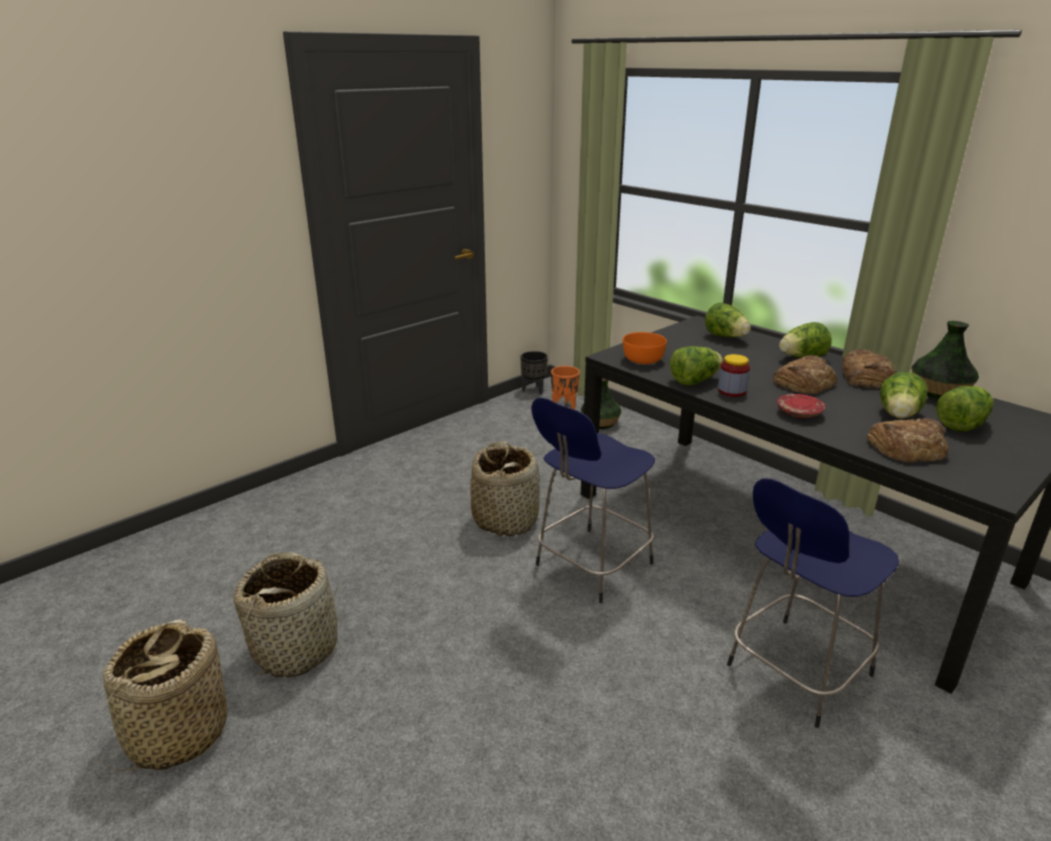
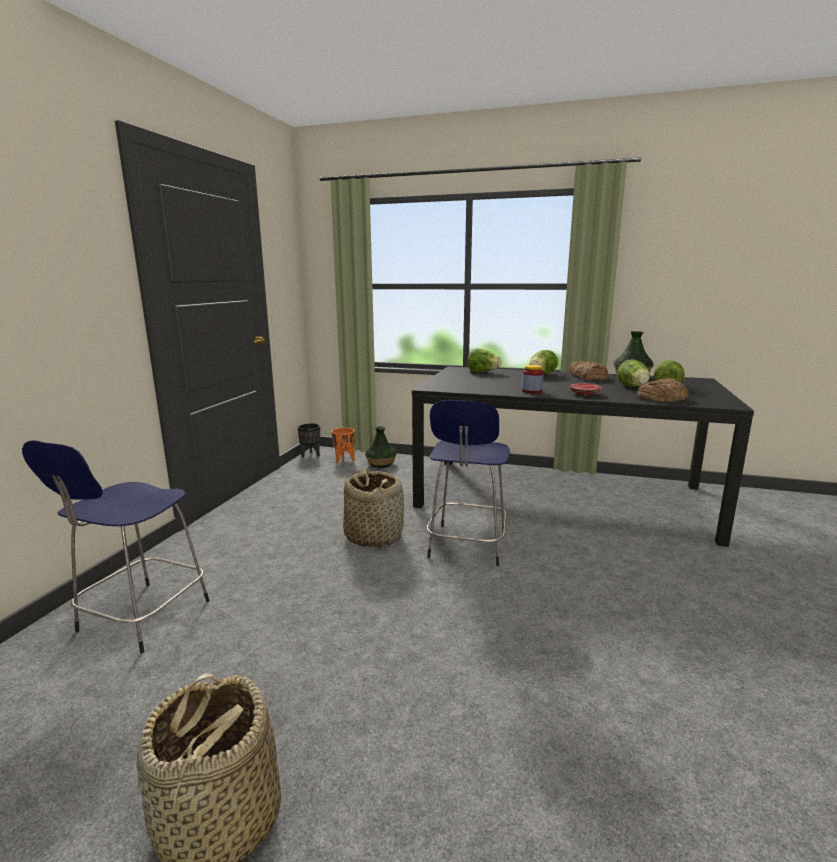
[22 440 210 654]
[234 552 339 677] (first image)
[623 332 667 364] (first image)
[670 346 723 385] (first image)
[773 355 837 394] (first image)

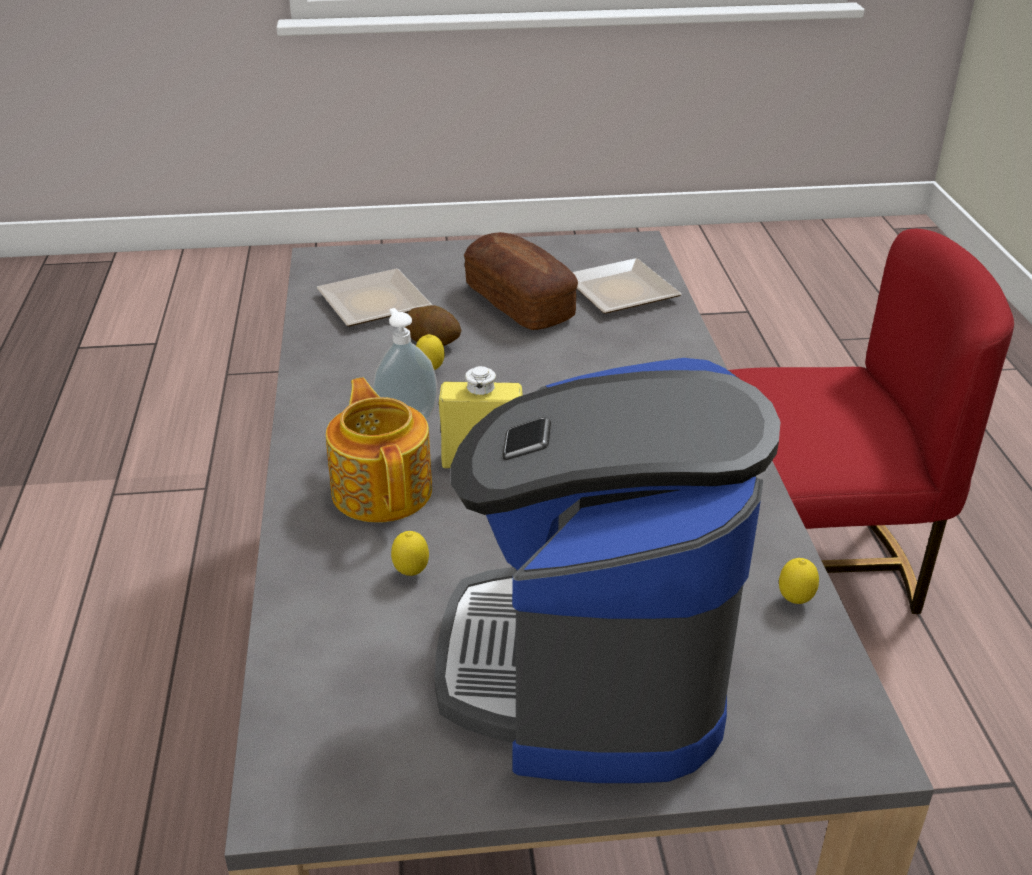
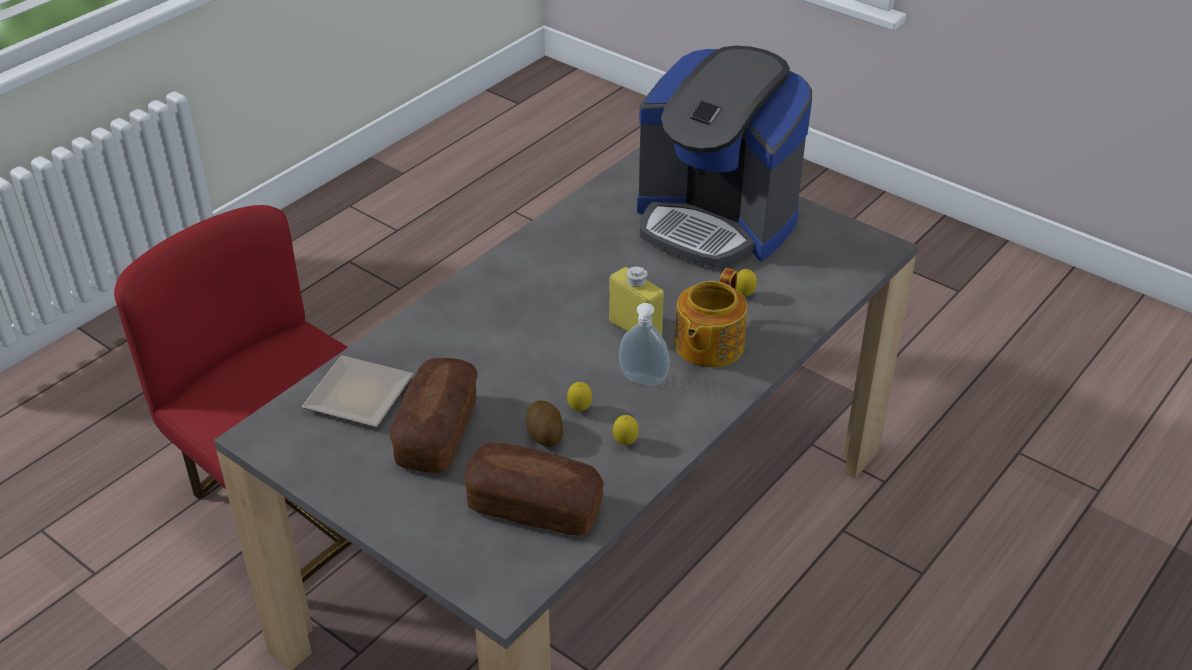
[464 443 604 536]
[613 415 639 445]
[637 46 812 268]

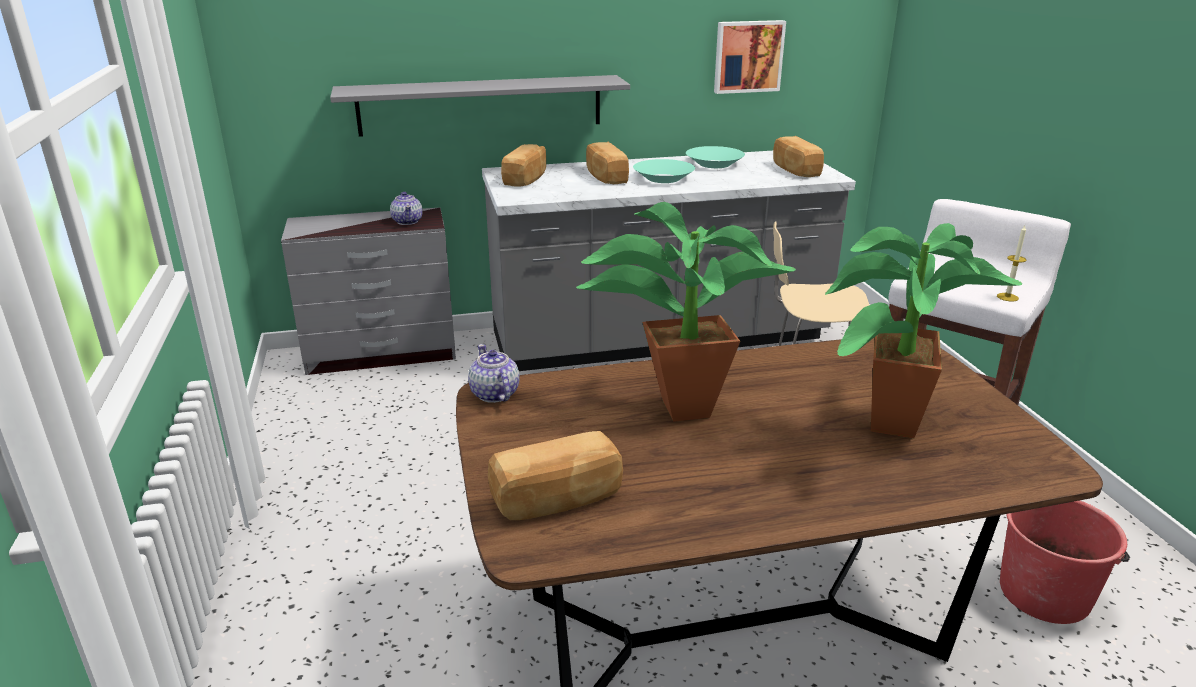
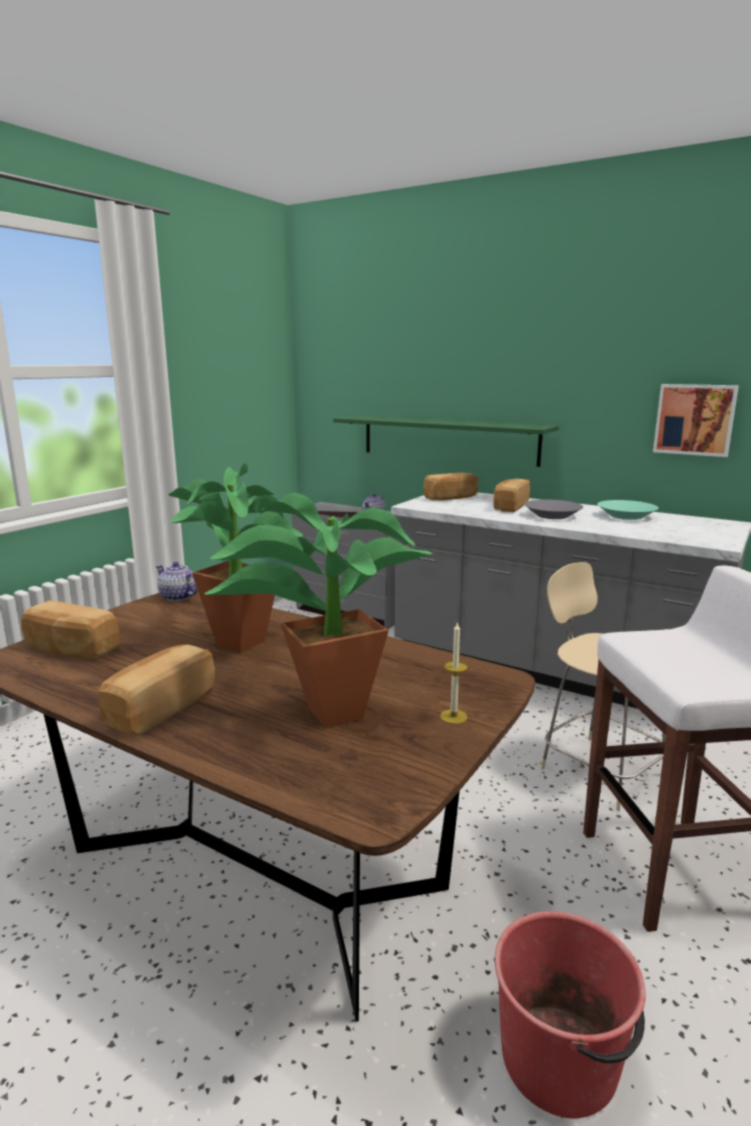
[99 645 215 737]
[156 562 198 601]
[333 415 559 467]
[440 621 468 724]
[524 500 583 519]

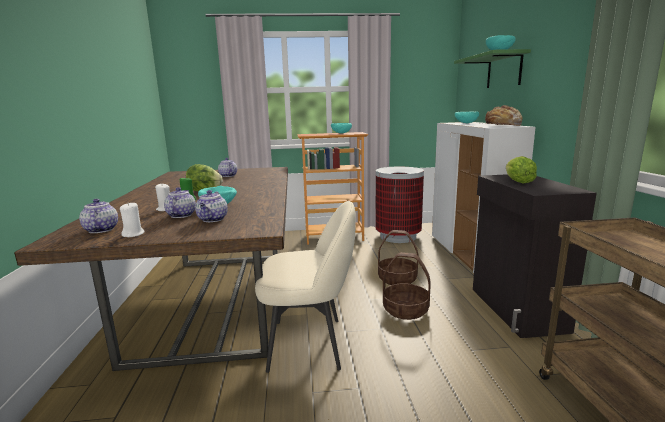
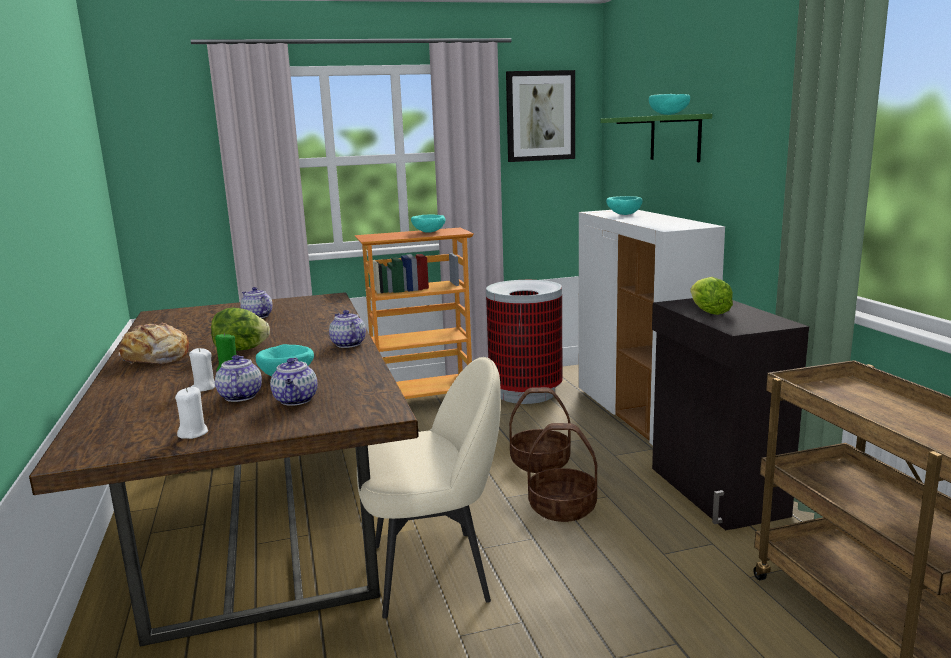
[118 323 189 365]
[329 310 366 348]
[506 70 575 162]

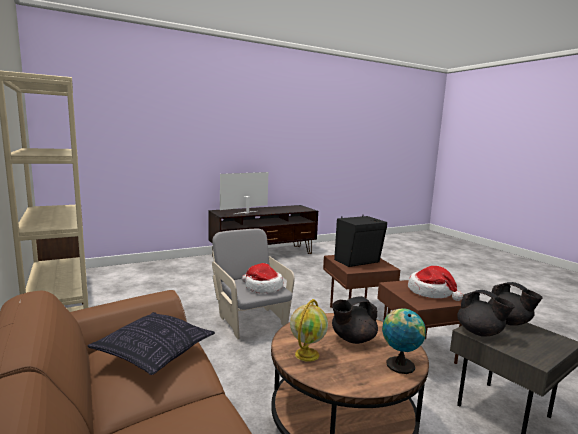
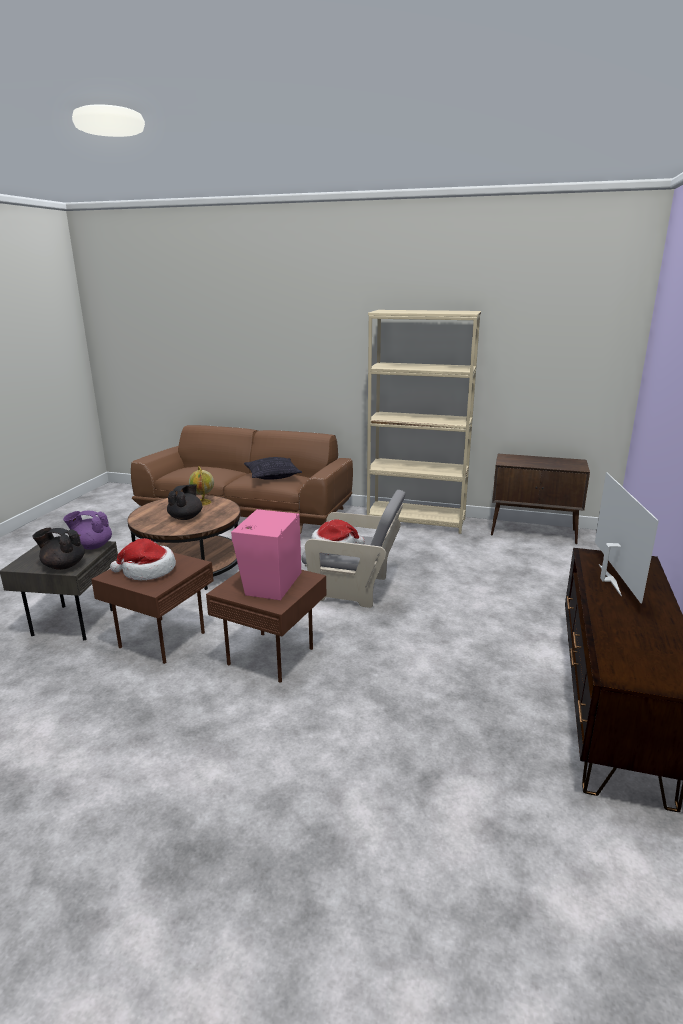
[63 511 112 550]
[231 509 301 600]
[382 308 426 374] (first image)

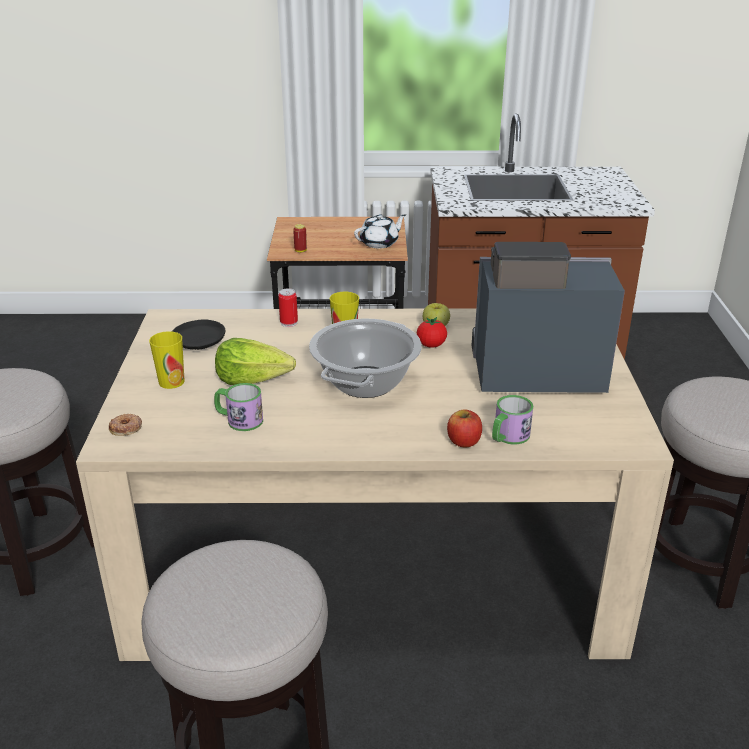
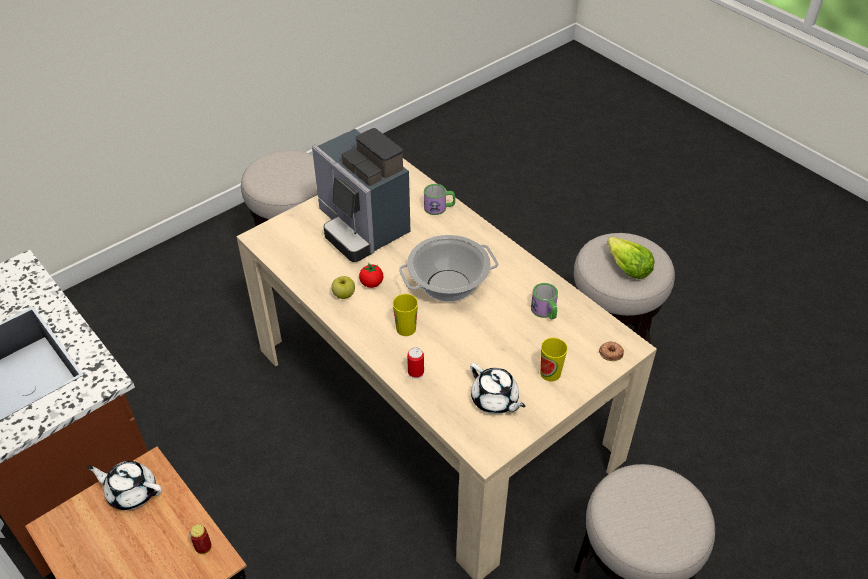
[470 363 526 414]
[607 237 655 279]
[447 410 482 447] (first image)

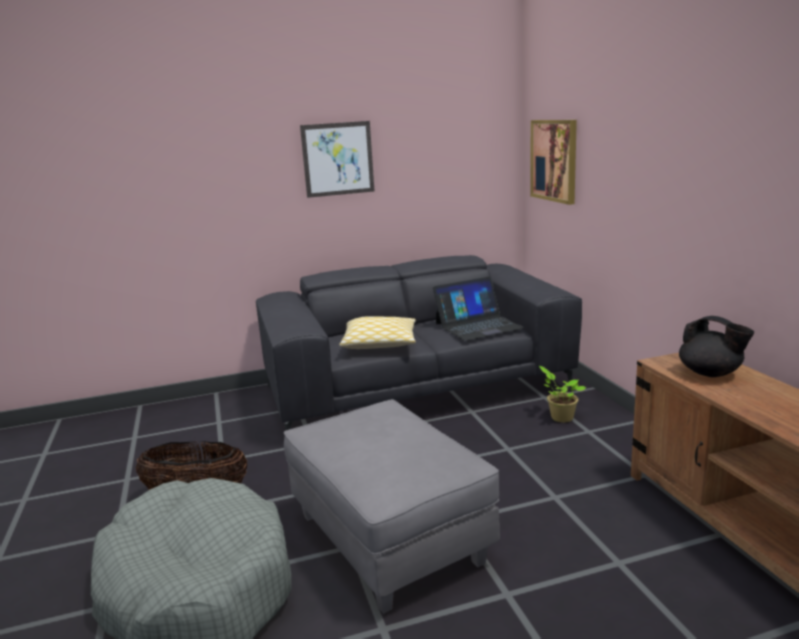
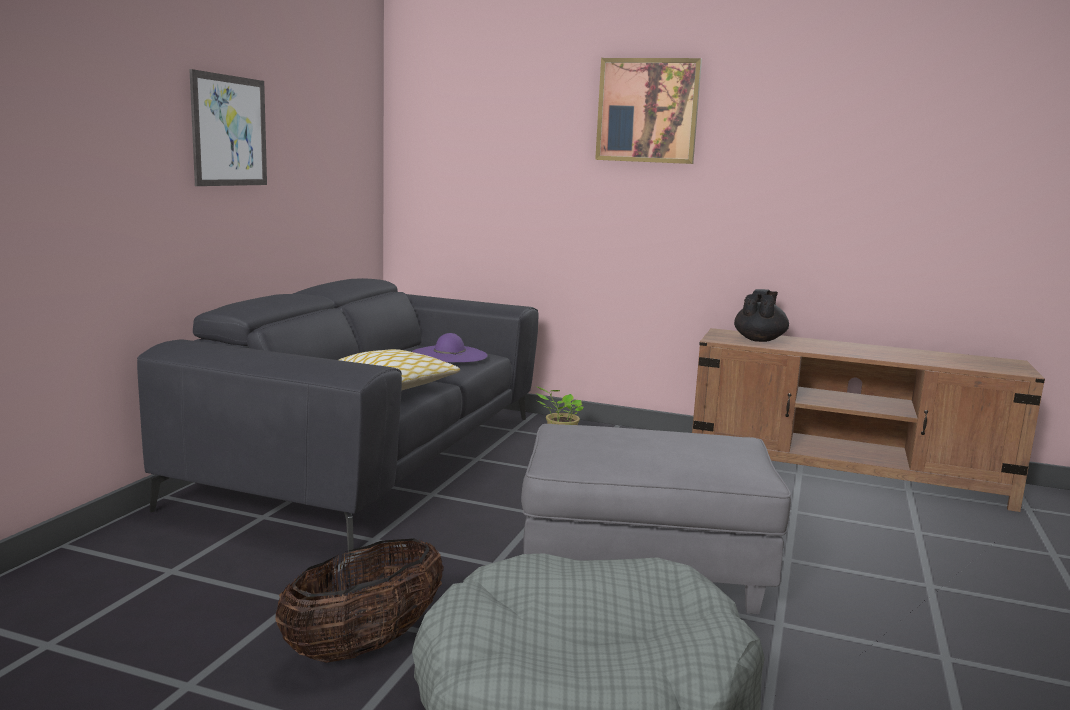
[412 333 488 362]
[595 58 702 164]
[734 289 789 342]

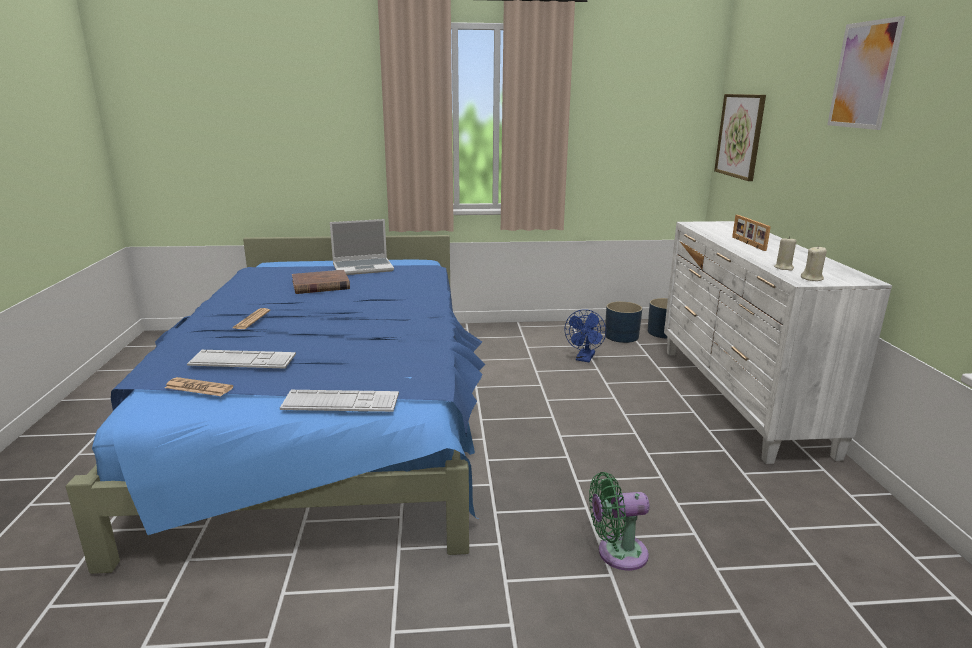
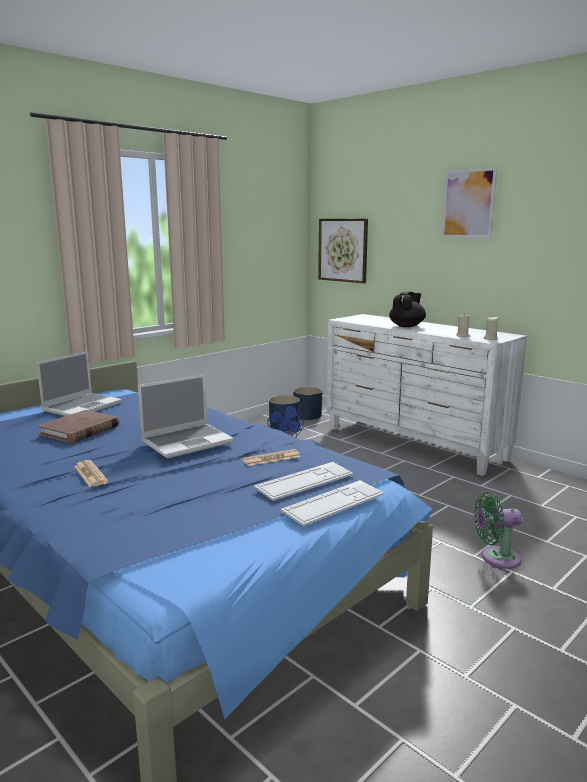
[138 374 234 459]
[242 449 300 466]
[254 462 353 501]
[389 291 426 327]
[474 492 522 569]

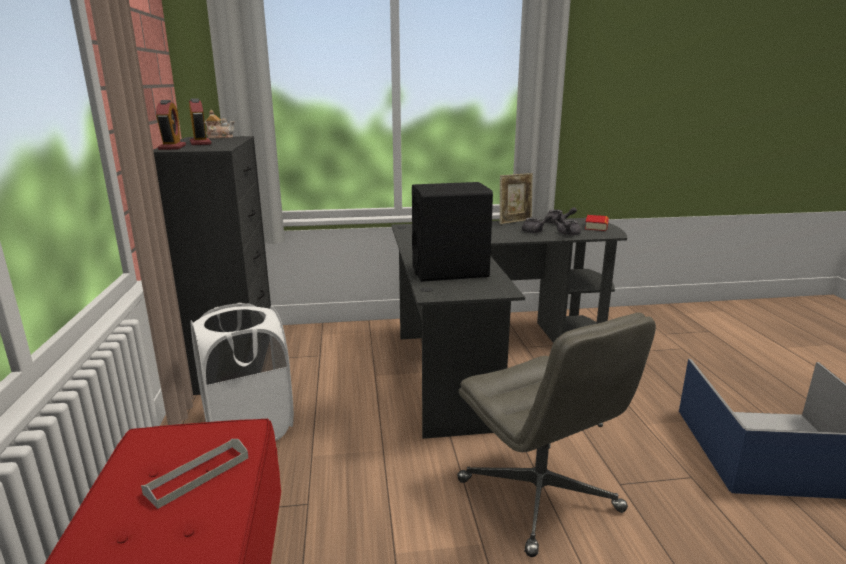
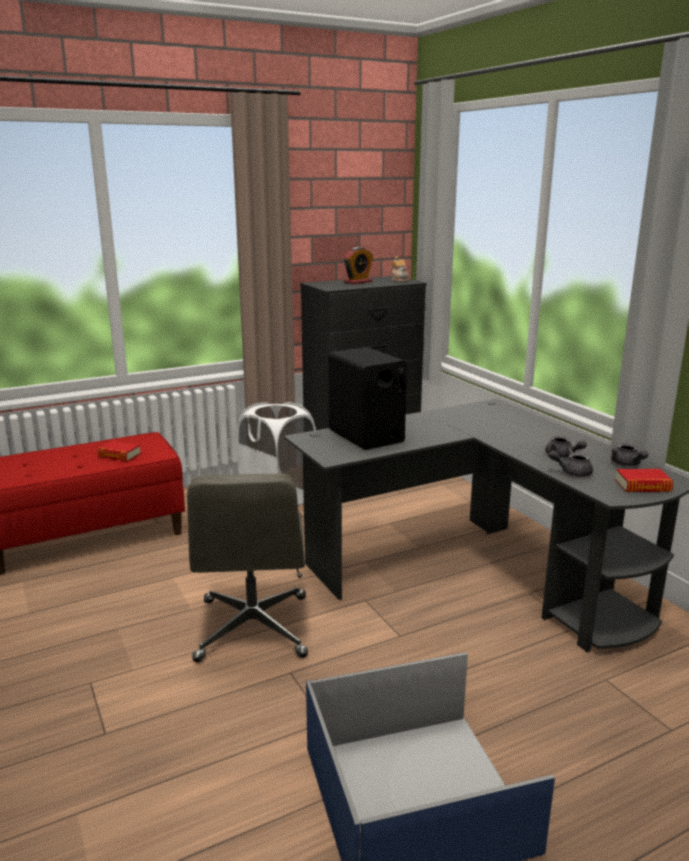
[97 441 141 461]
[187 474 308 662]
[156 100 186 150] (first image)
[500 173 533 224] (first image)

